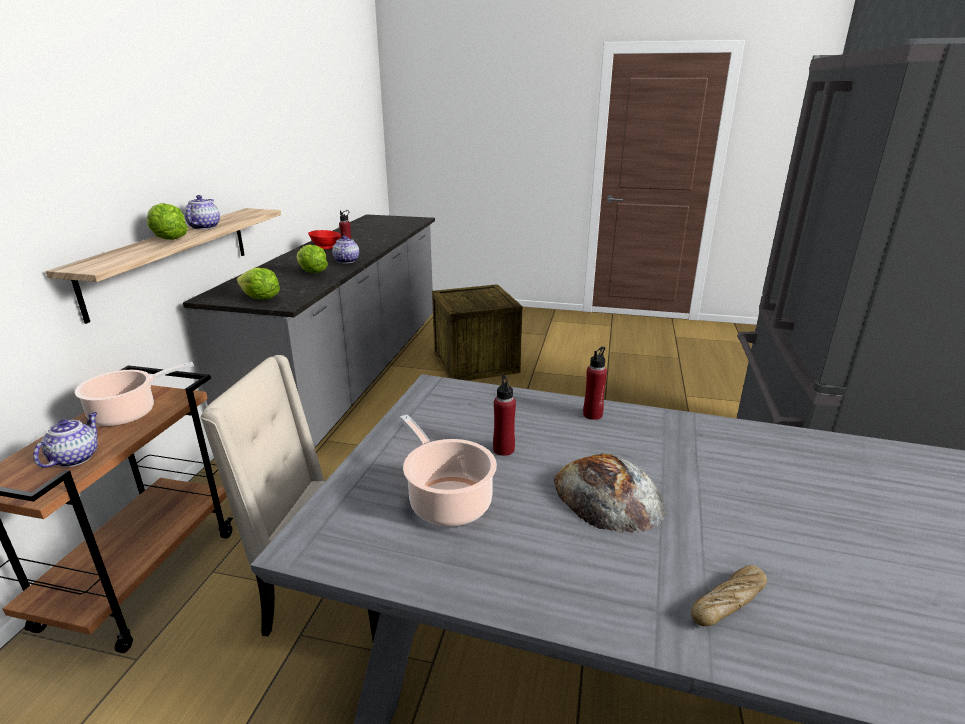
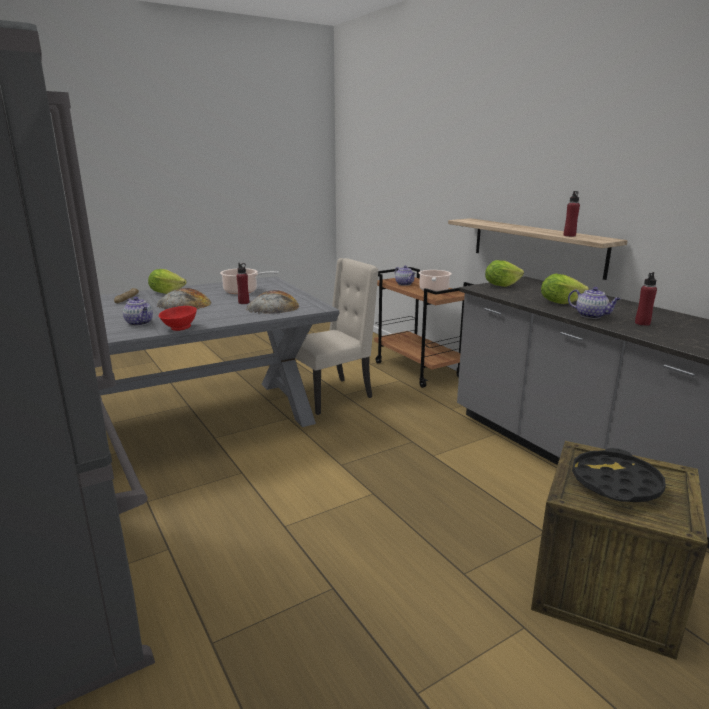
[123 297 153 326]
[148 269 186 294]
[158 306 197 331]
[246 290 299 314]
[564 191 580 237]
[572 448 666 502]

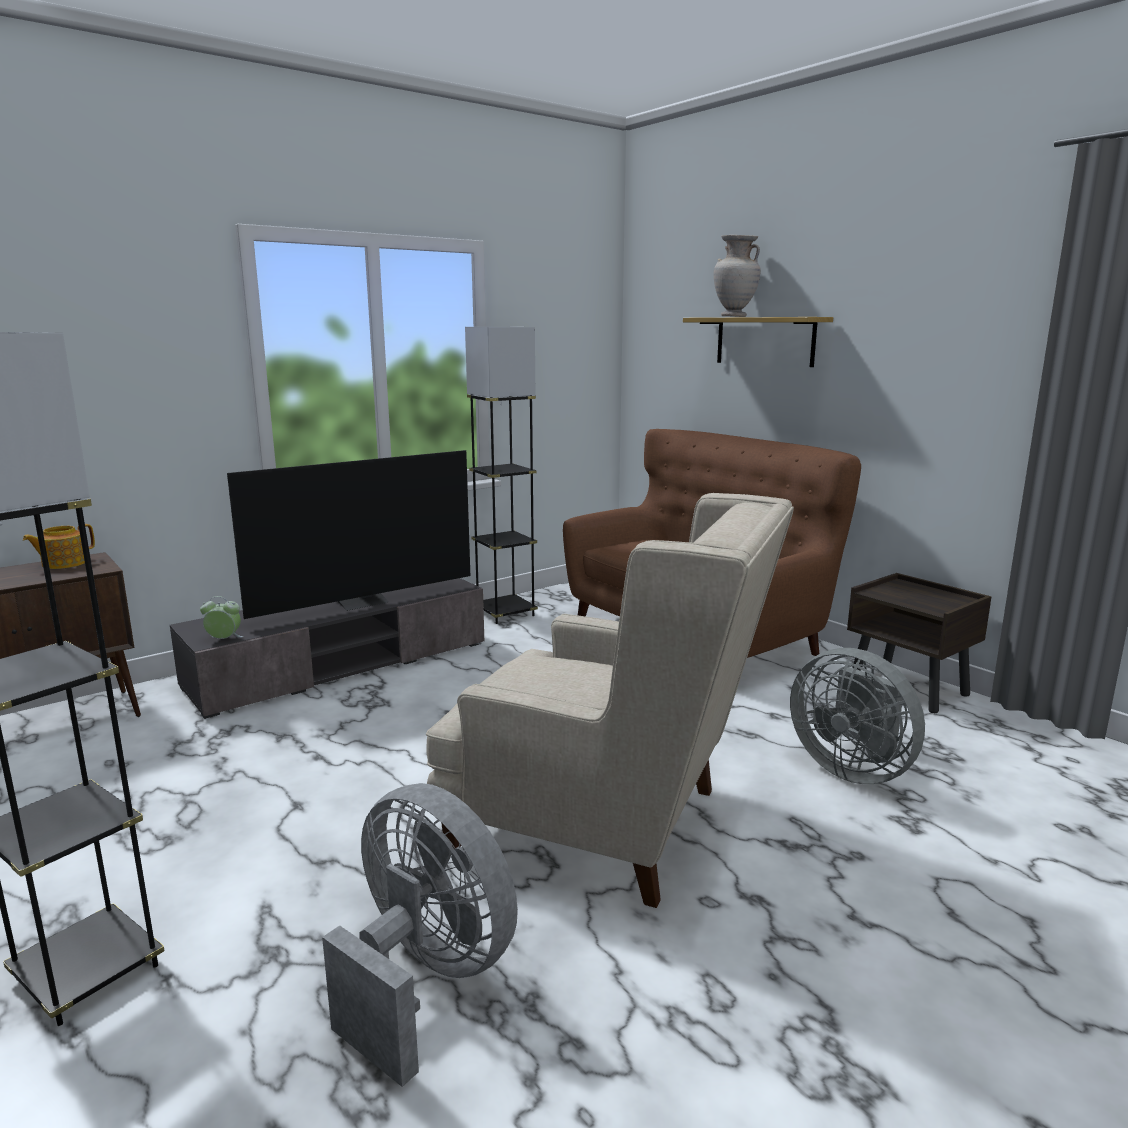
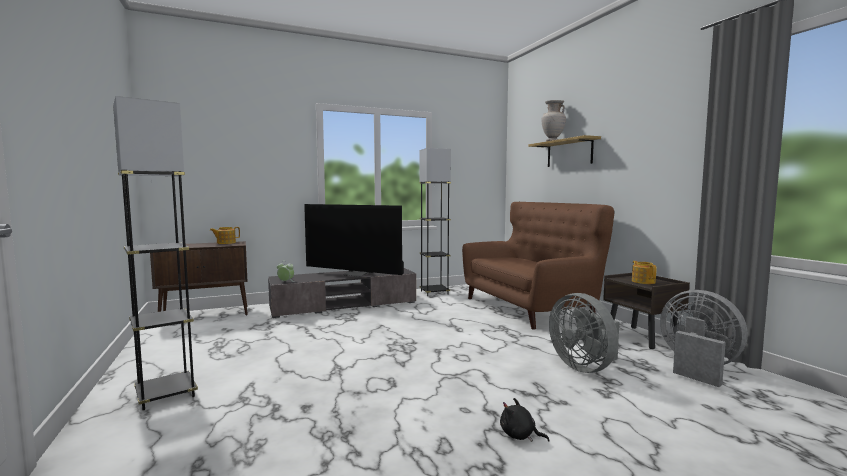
[304 204 404 277]
[500 398 550 442]
[632 261 656 284]
[660 290 748 387]
[426 493 794 908] (first image)

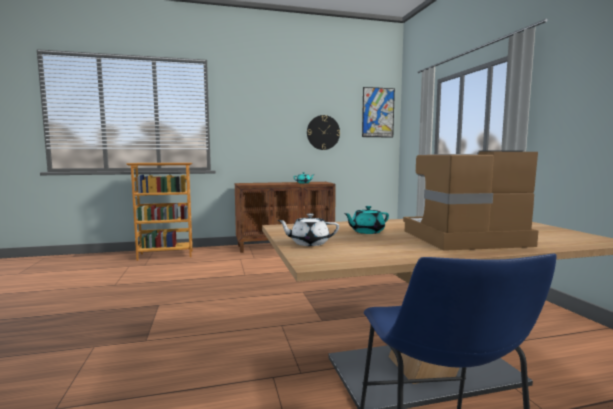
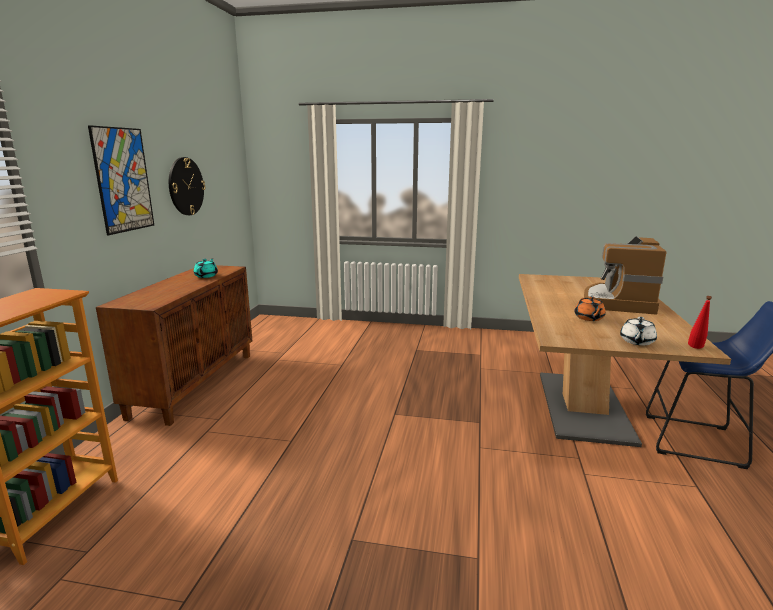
[88 125 154 235]
[574 296 606 321]
[688 296 712 349]

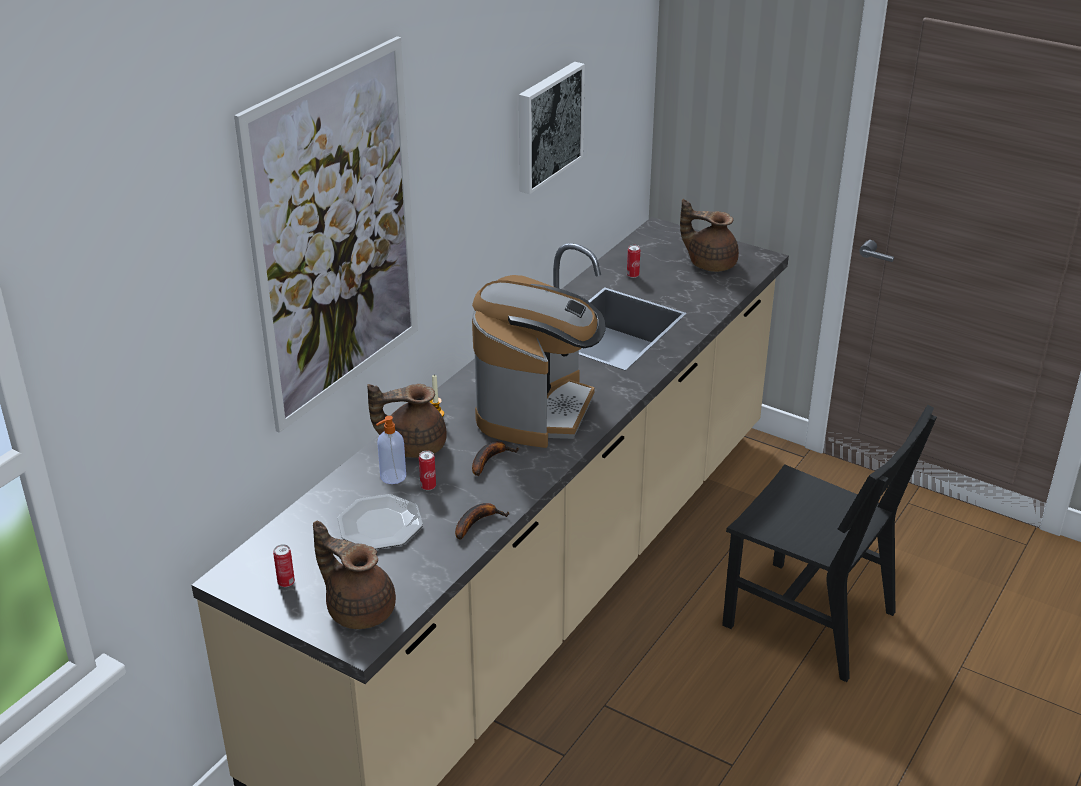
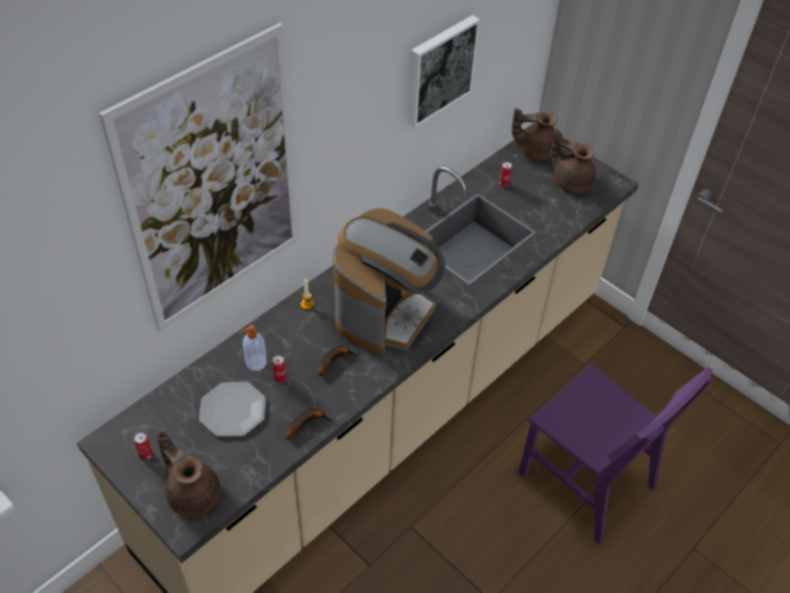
[512 108 557 160]
[518 364 713 544]

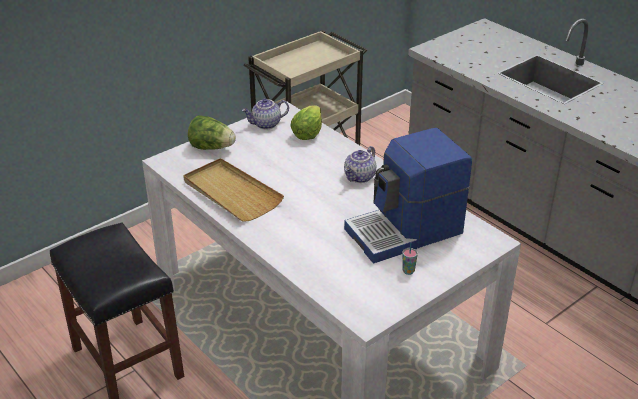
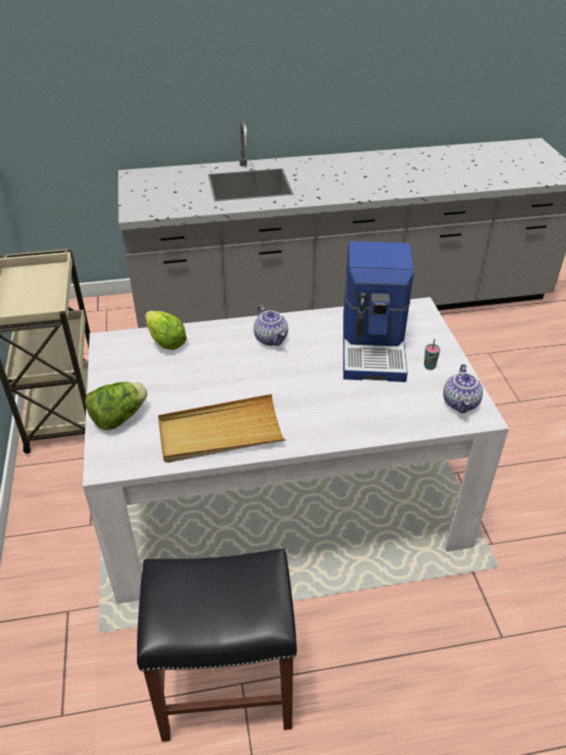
[443 364 483 413]

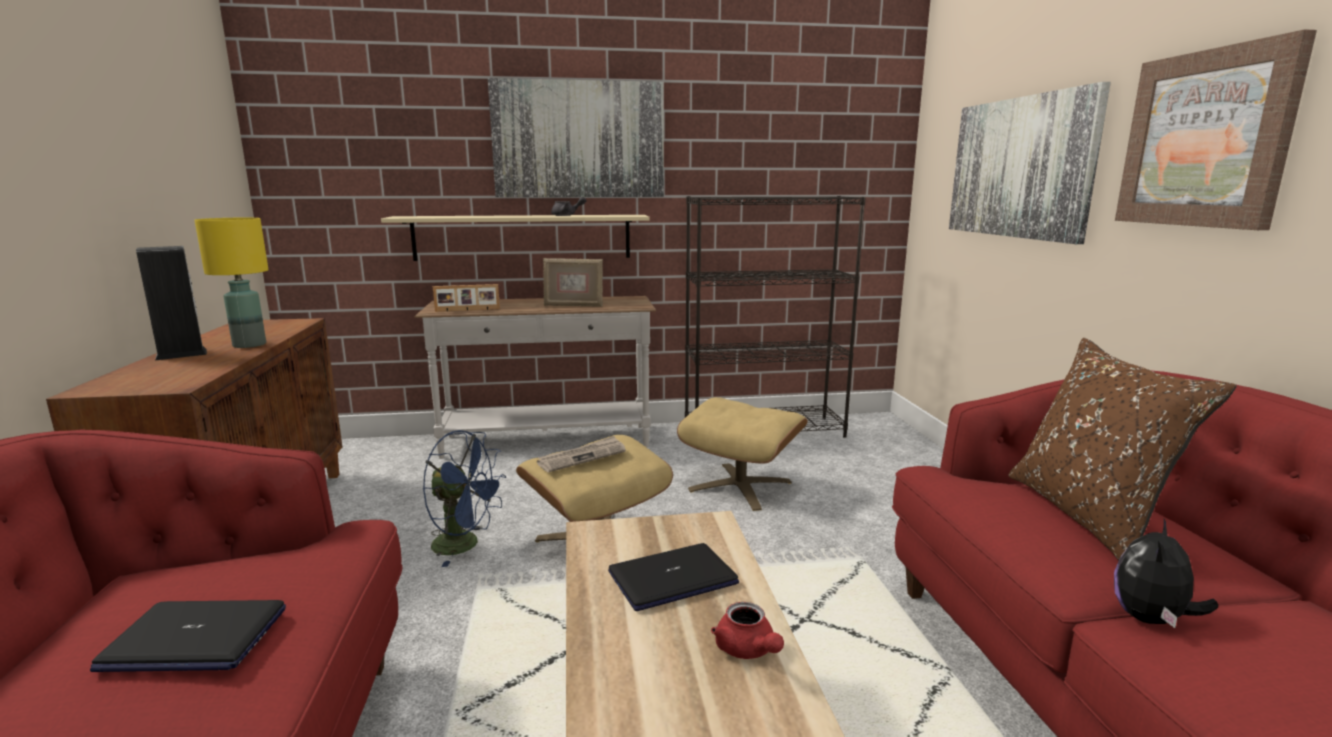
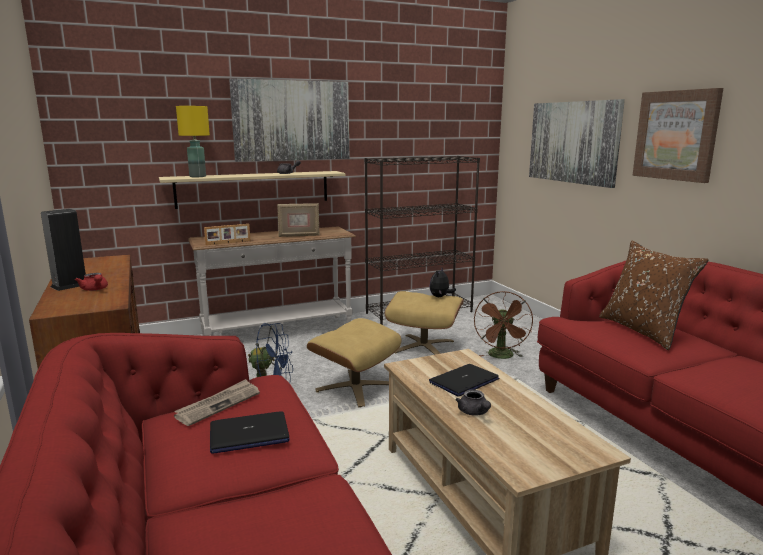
[75 273 108 291]
[174 379 260 426]
[176 106 210 177]
[430 268 456 297]
[456 390 491 415]
[474 291 533 359]

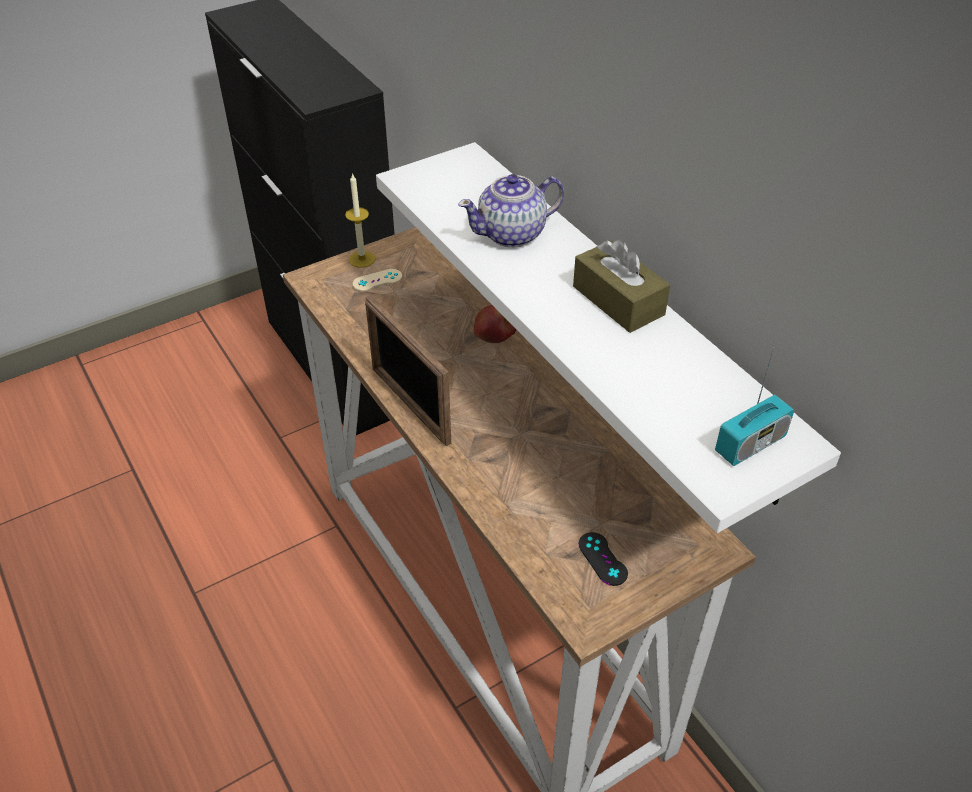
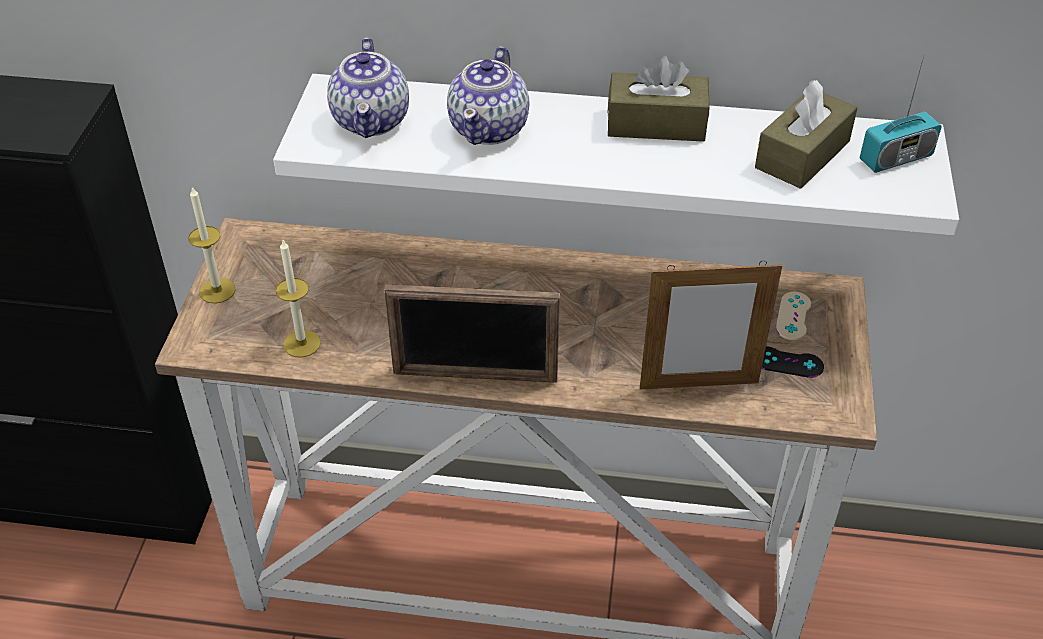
[275 240 321 358]
[327 38 409 138]
[640 260 782 390]
[755 80 858 189]
[776 292 811 340]
[860 56 942 173]
[474 305 516 343] (first image)

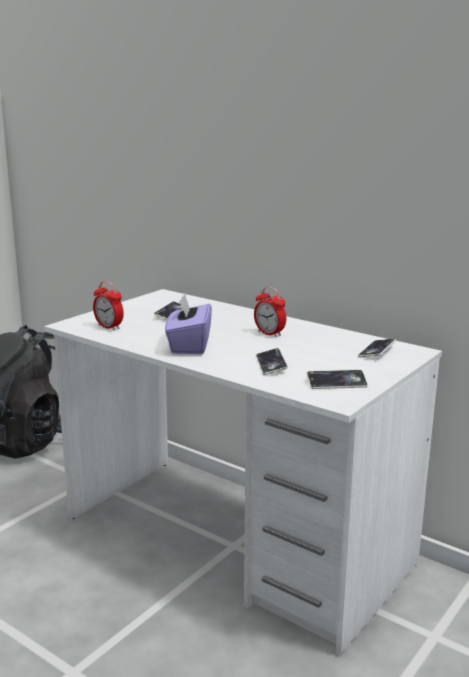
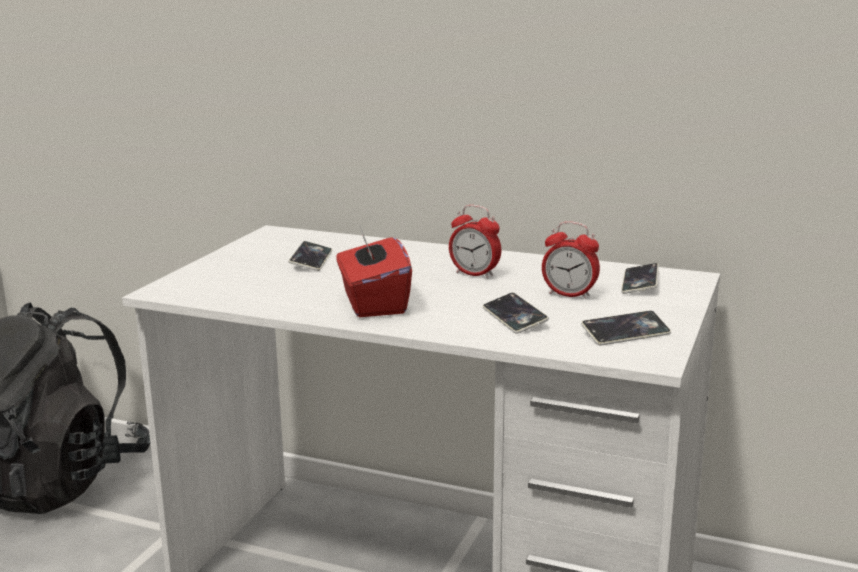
[336 224 412 317]
[542 221 600 299]

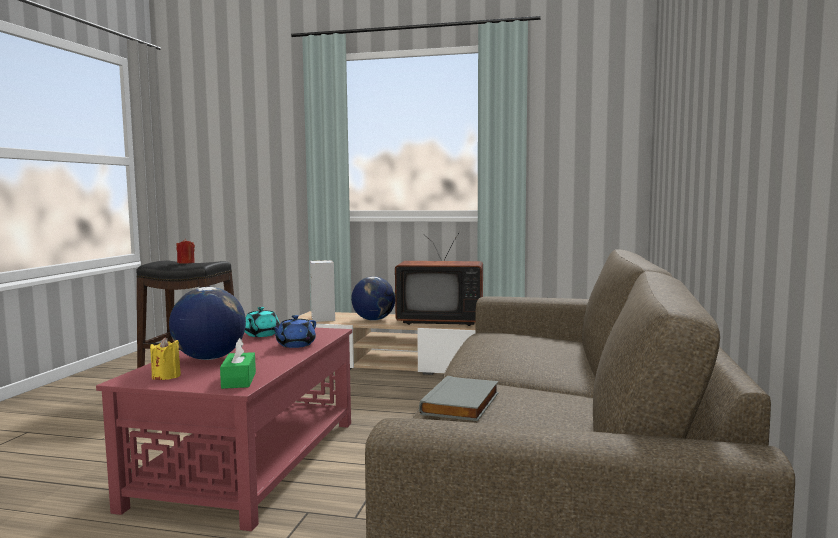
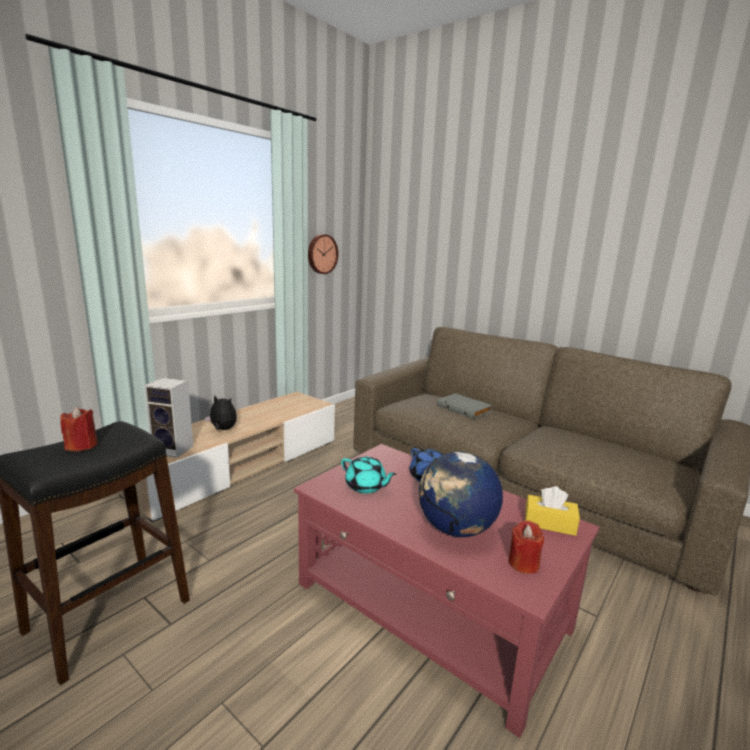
[205 395 237 430]
[308 234 339 274]
[437 393 492 419]
[508 521 544 574]
[525 486 580 536]
[395 231 483 326] (first image)

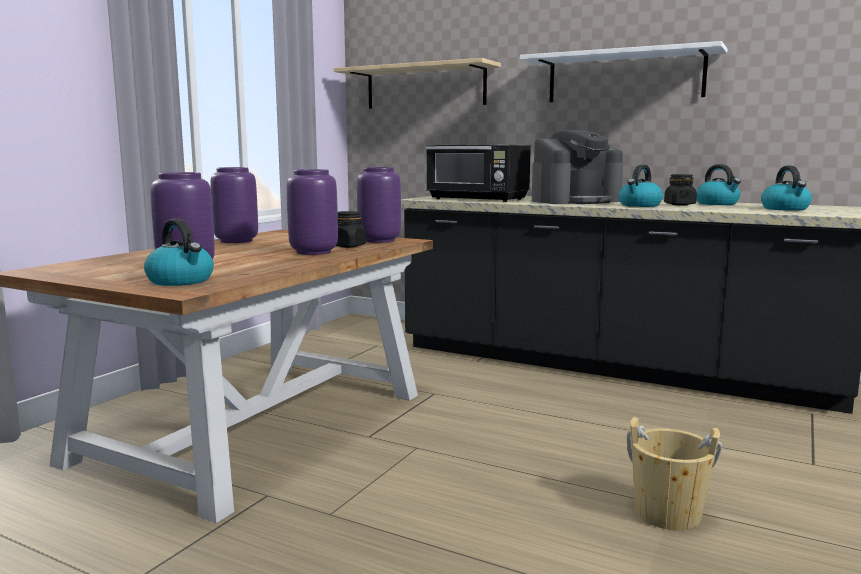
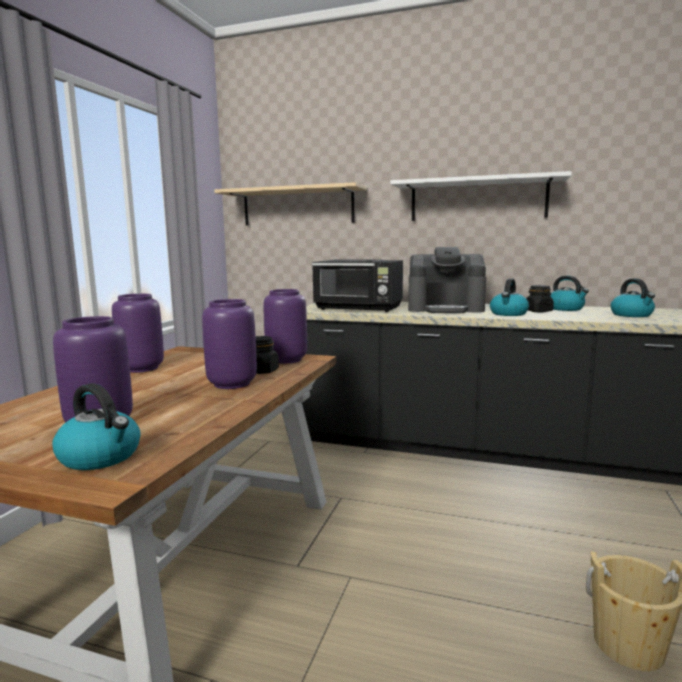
[408 247 486 313]

